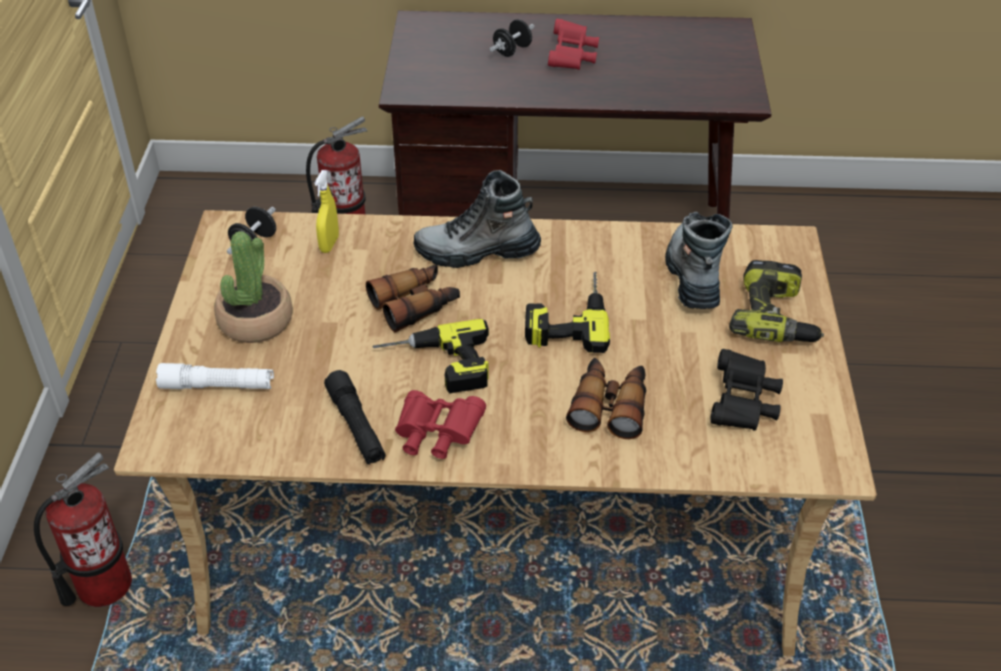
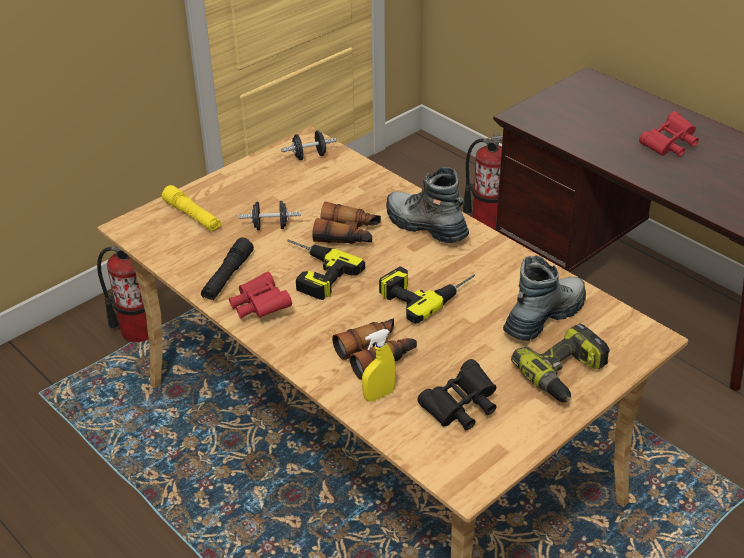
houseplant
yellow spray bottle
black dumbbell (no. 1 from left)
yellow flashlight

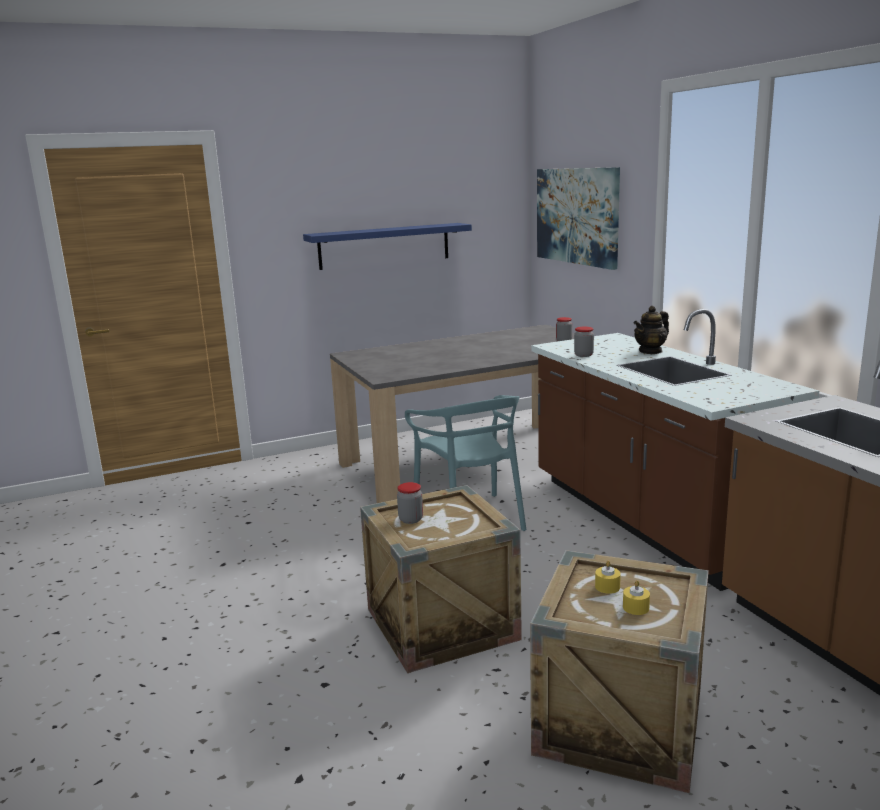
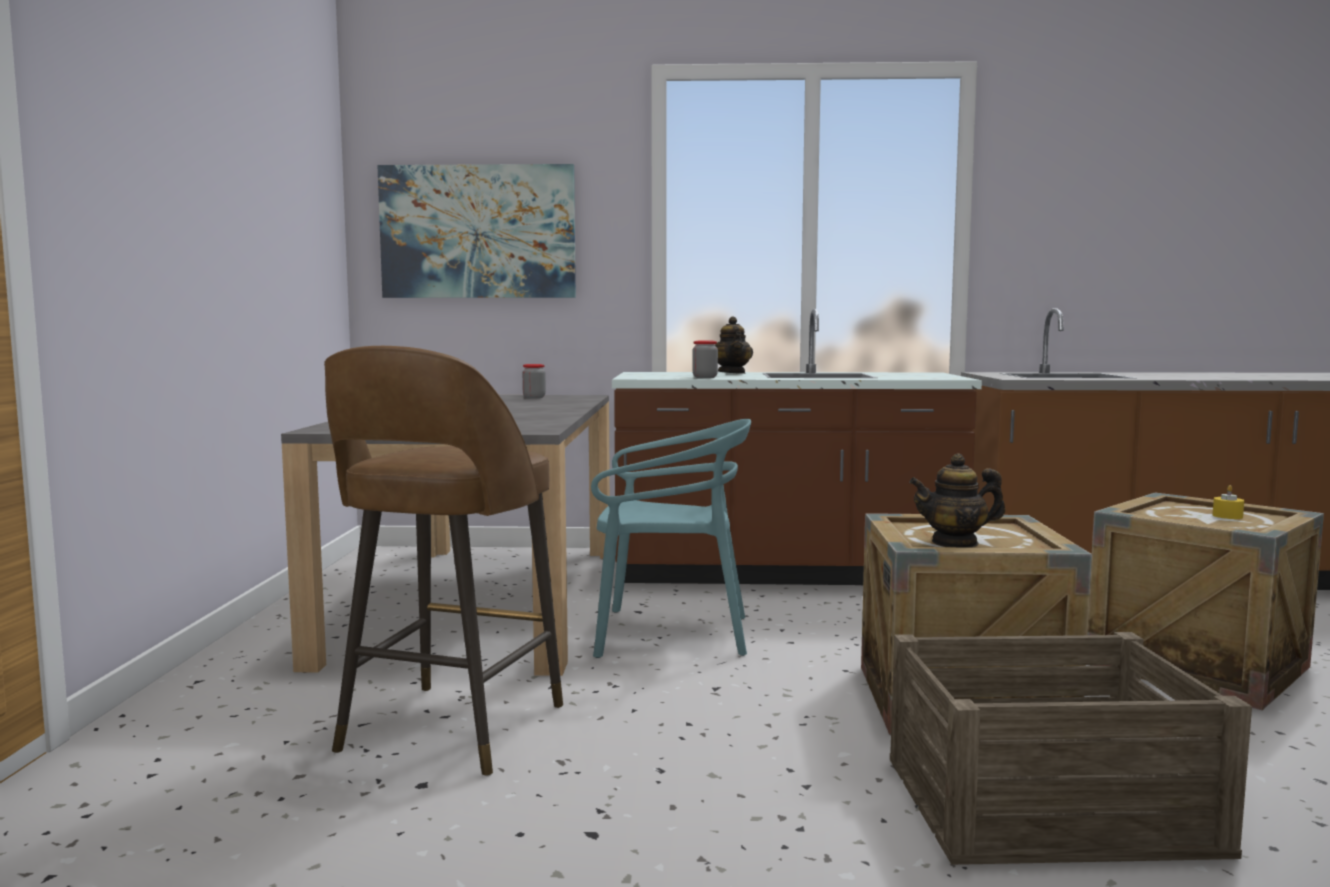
bluish bracket shelf
yellow wax light (no. 1 from left in the first image)
brown-coloured stool
crate (no. 2 from left)
teapot (no. 2 from left)

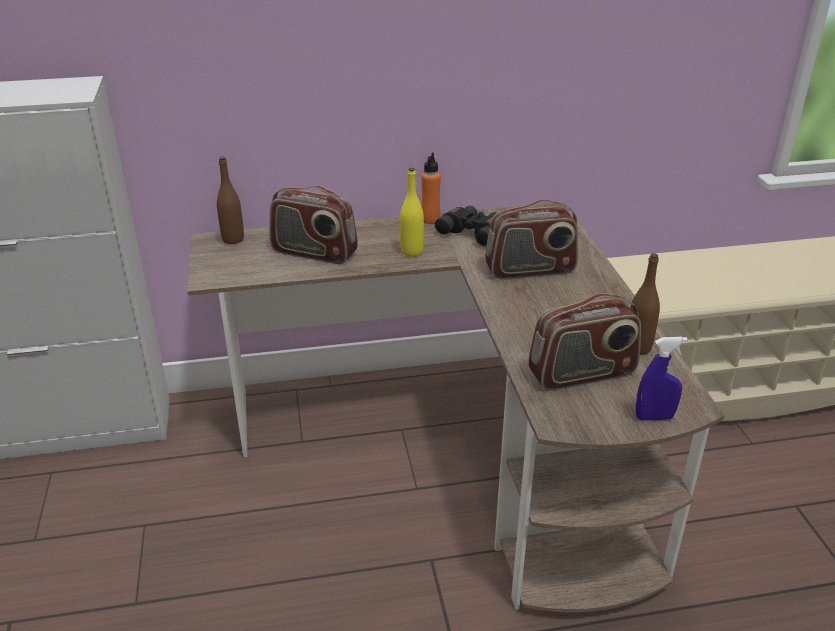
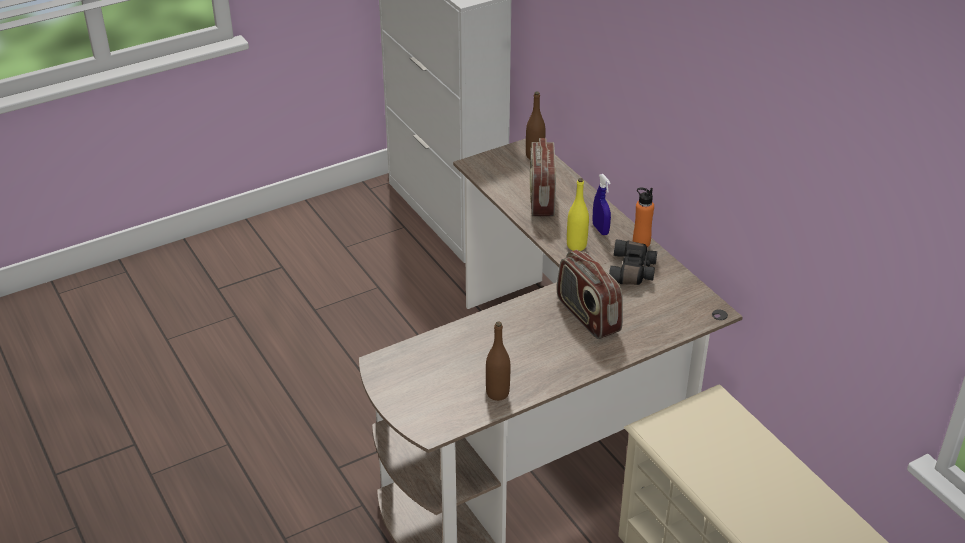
radio set (no. 3 from left in the first image)
bluish spray bottle

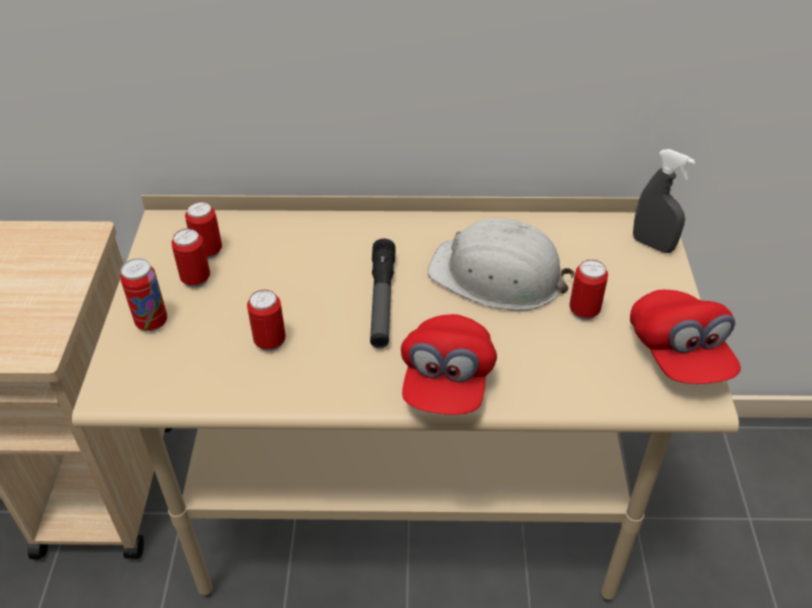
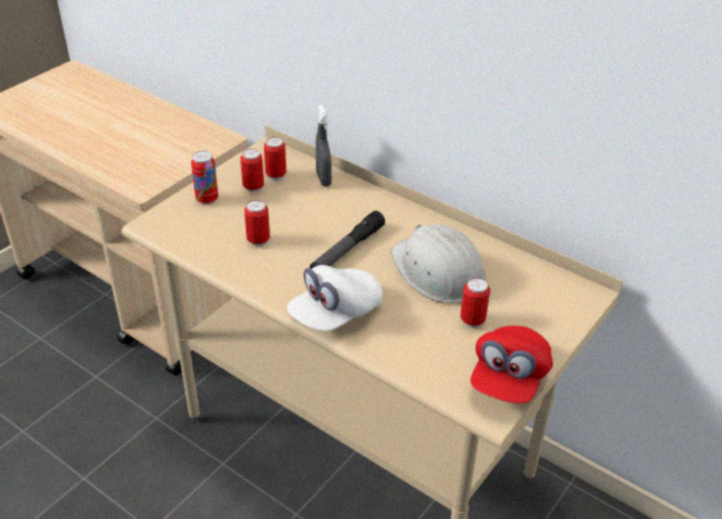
grey spray bottle
white-coloured baseball cap

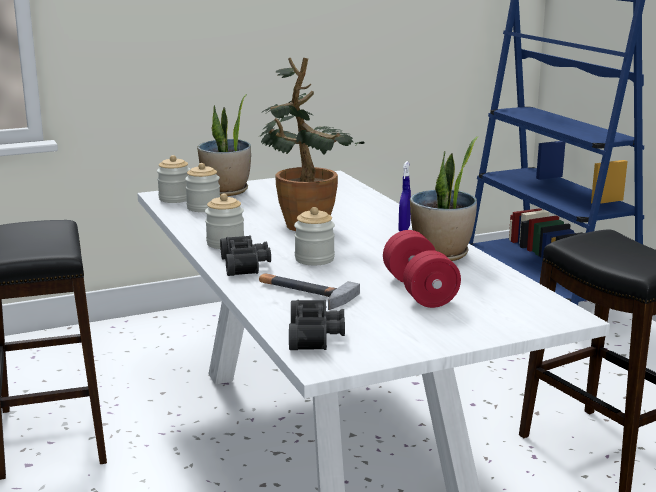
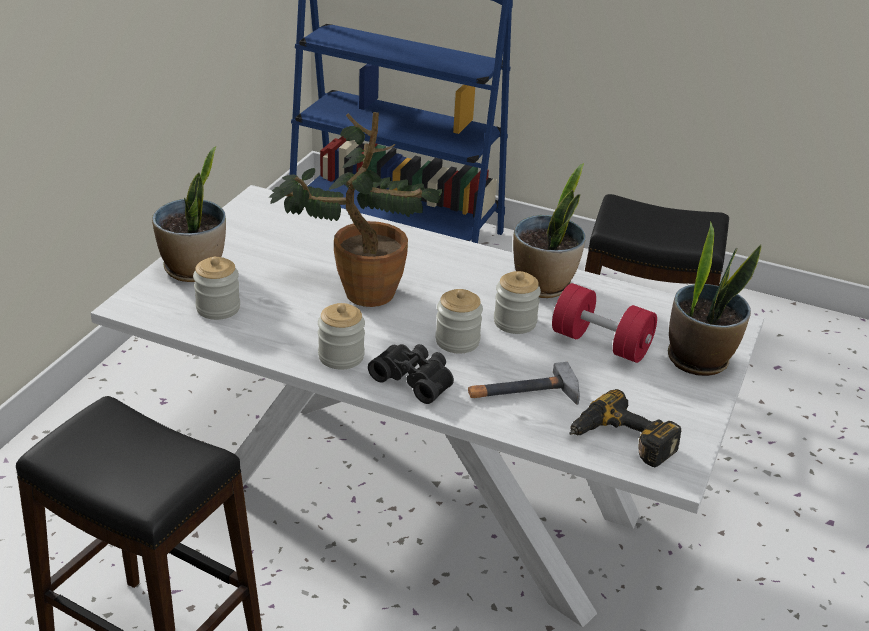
bluish spray bottle
houseplant (no. 4 from left)
jar (no. 4 from left)
power drill

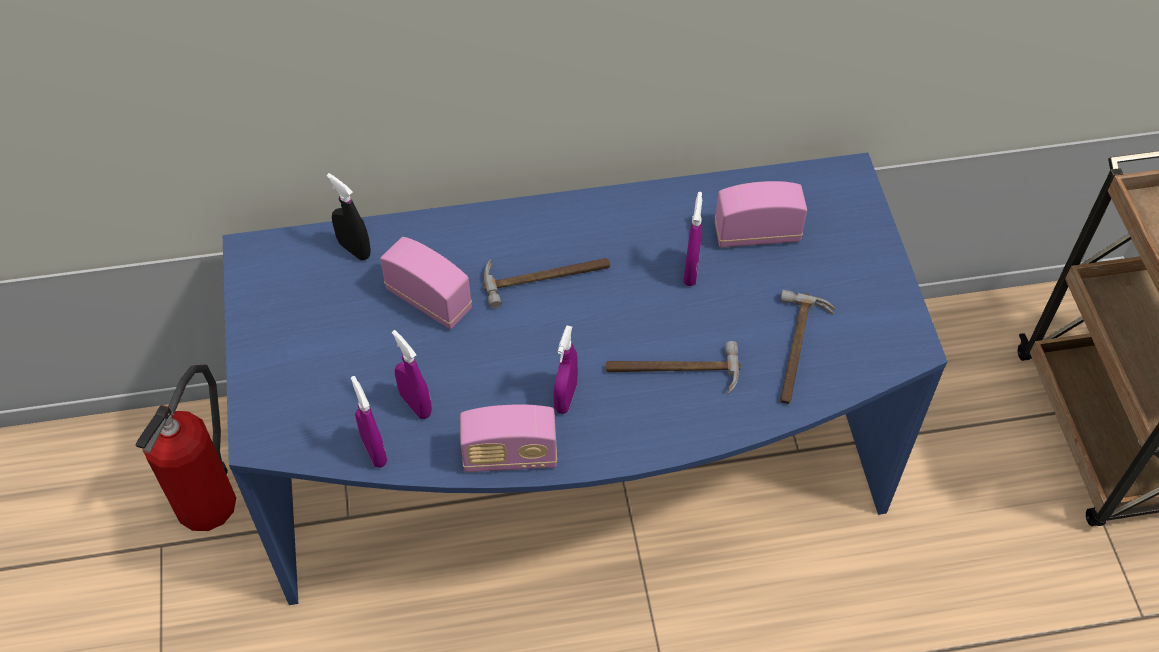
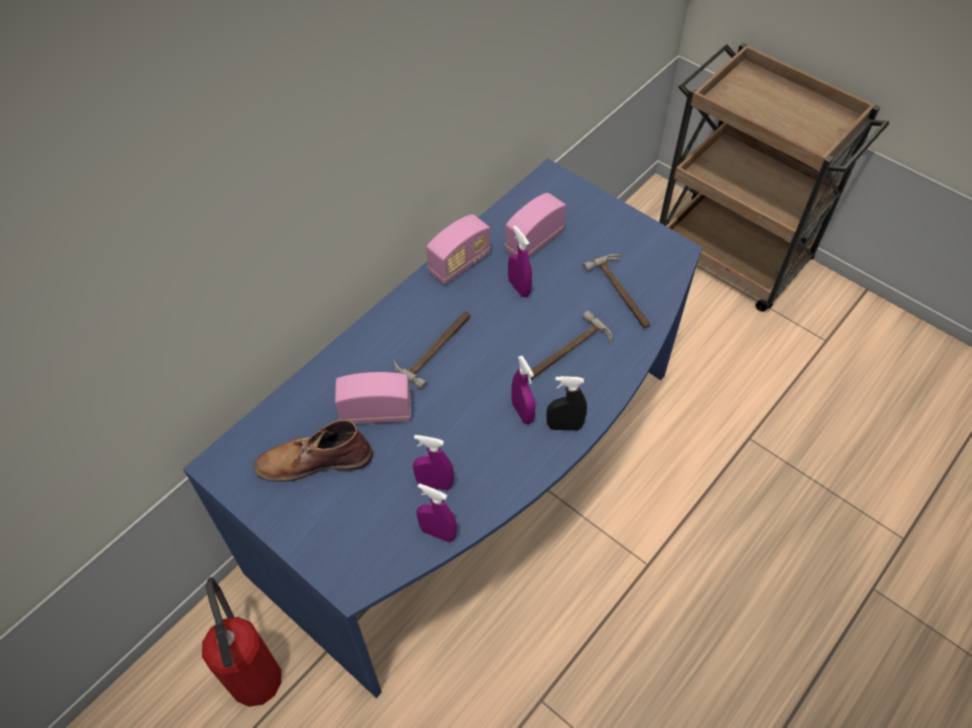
brown-coloured boot
black spray bottle
radio set (no. 2 from left)

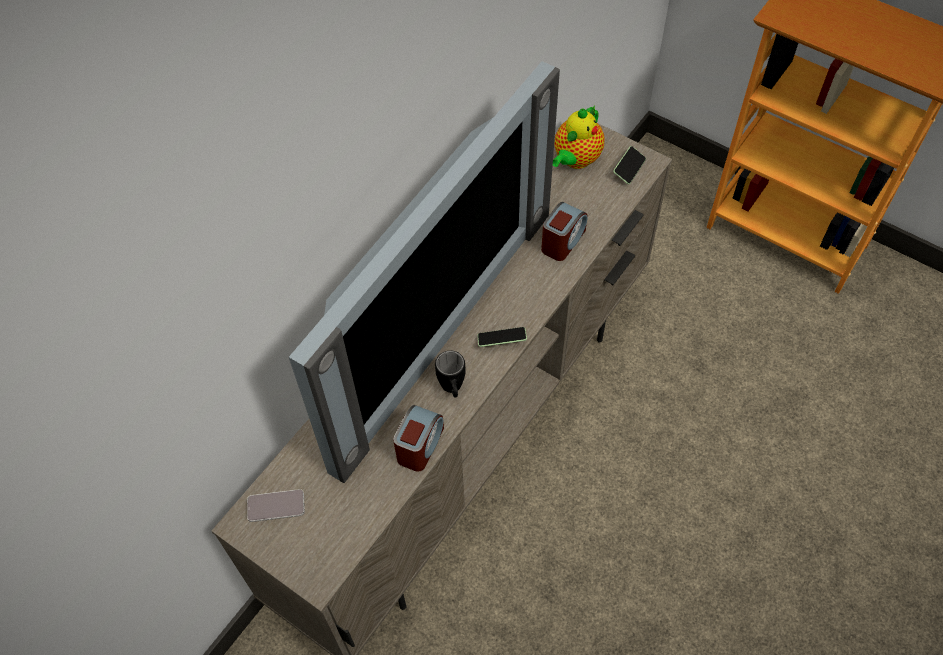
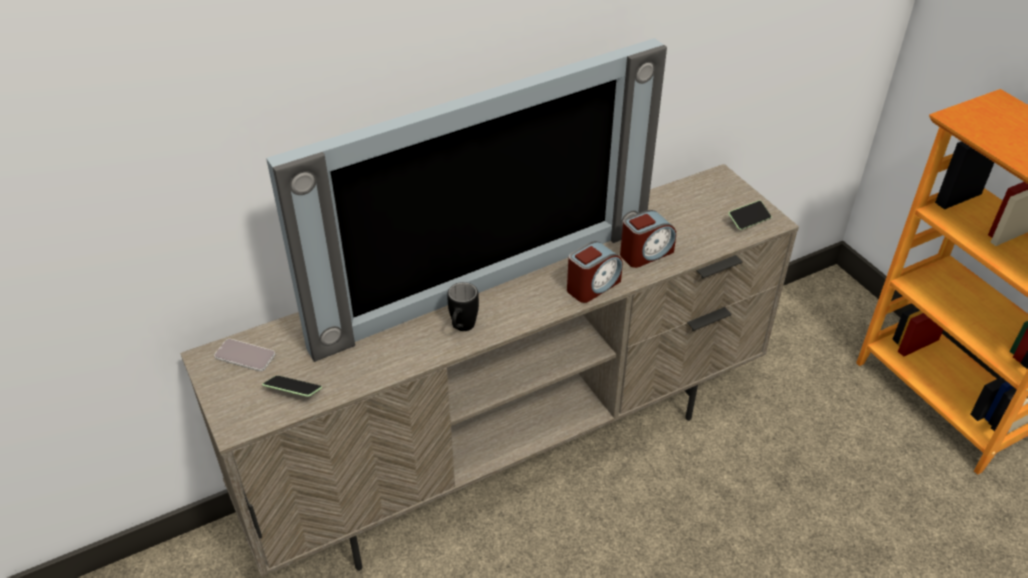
teapot
table clock (no. 1 from left)
telephone (no. 2 from left)

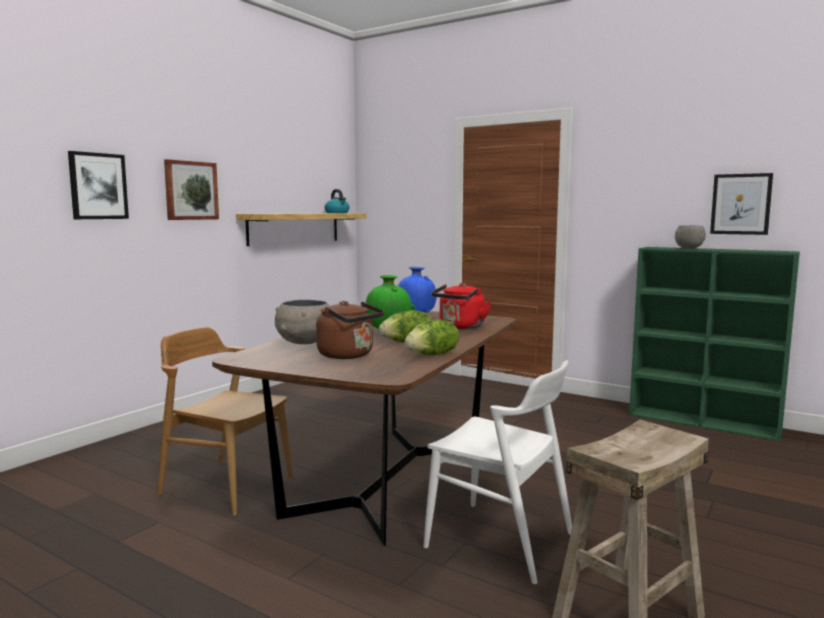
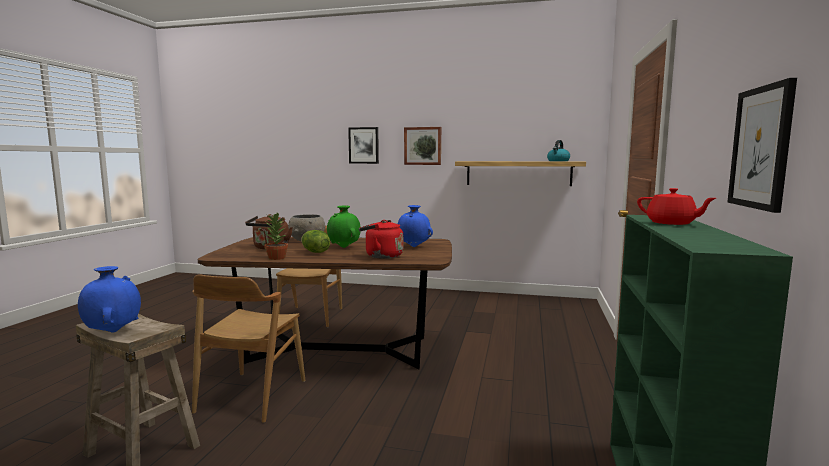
bluish flower vase (no. 1 from left)
houseplant
reddish teapot
brown-coloured upright chair (no. 1 from left)

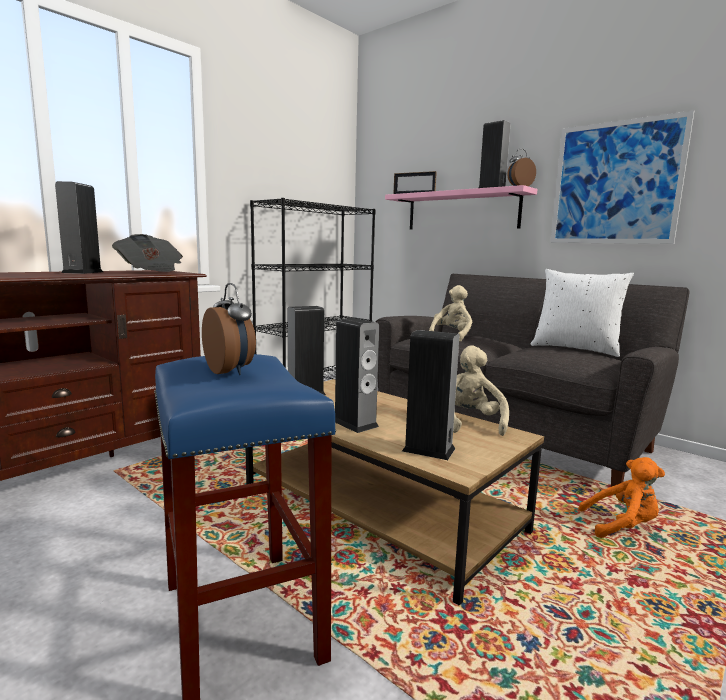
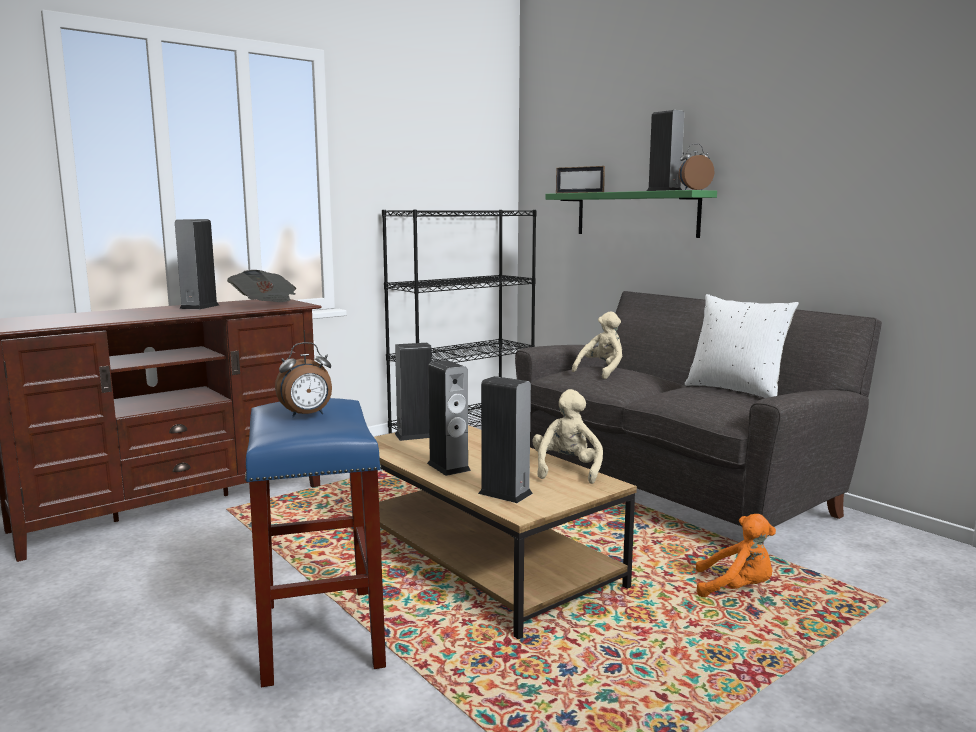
wall art
green-coloured bracket shelf
table clock (no. 1 from left)

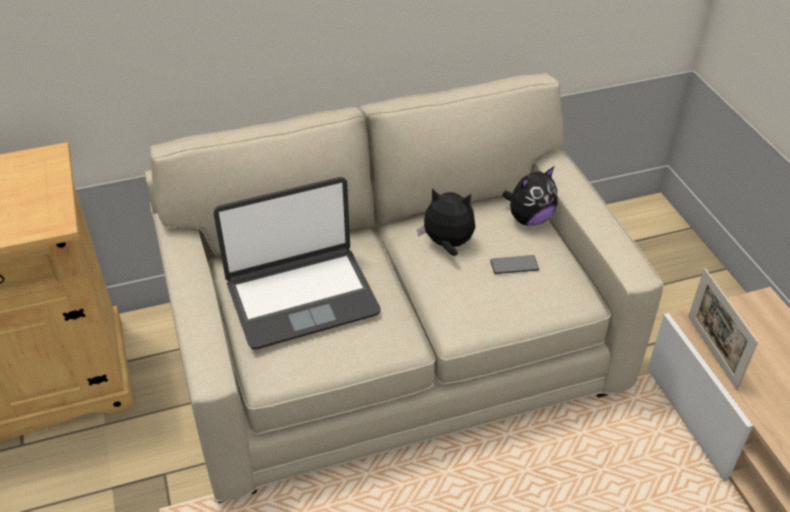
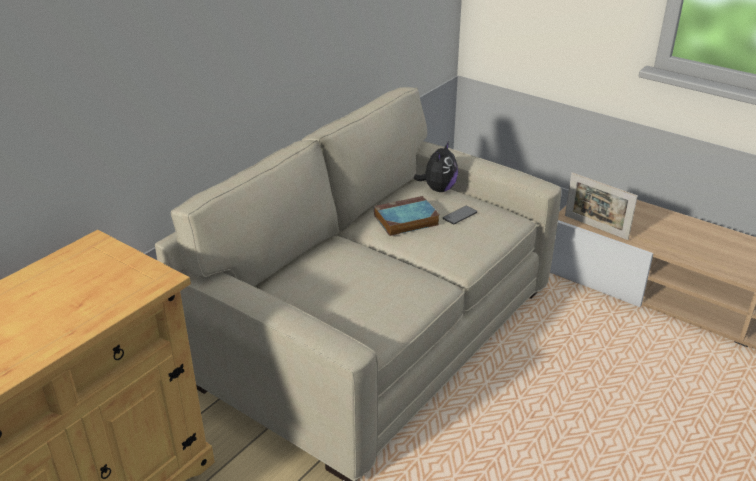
notebook computer
volume

